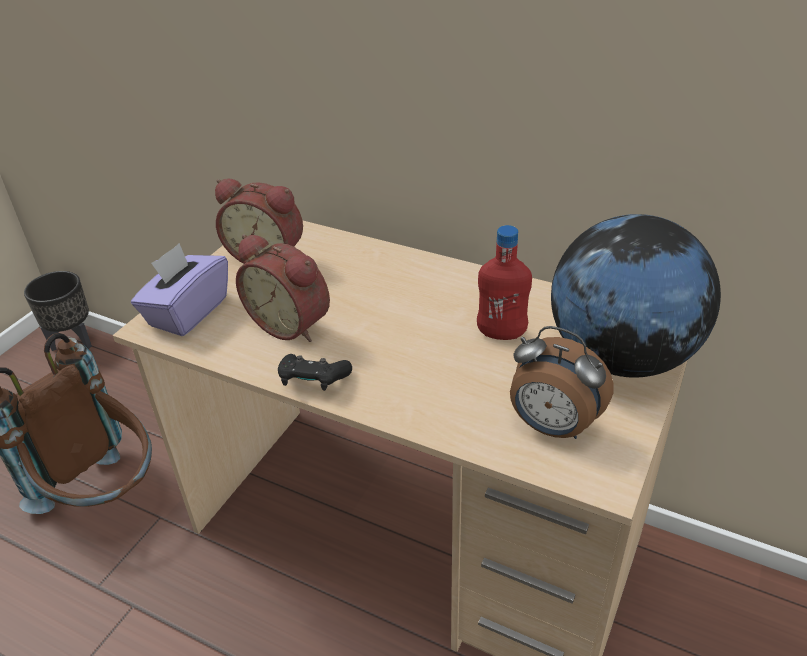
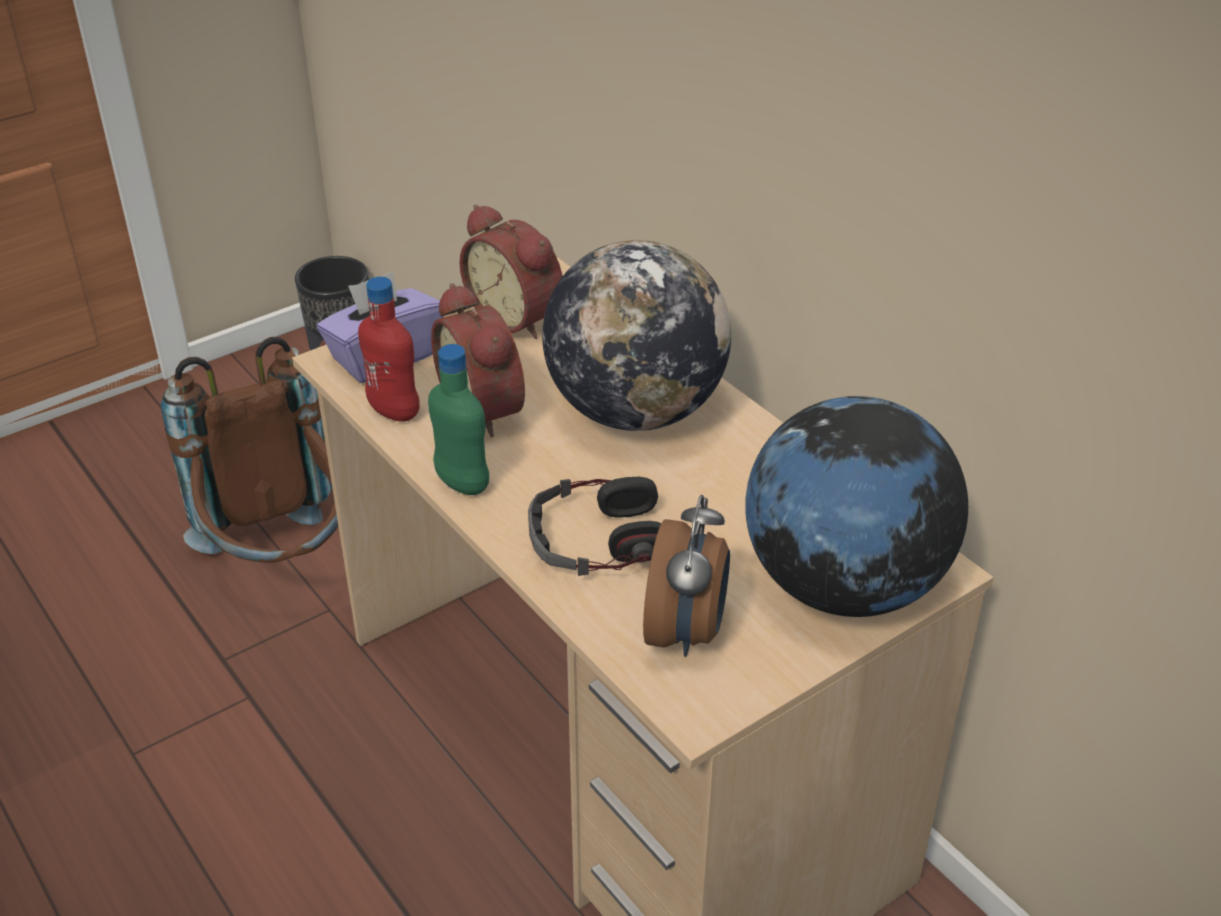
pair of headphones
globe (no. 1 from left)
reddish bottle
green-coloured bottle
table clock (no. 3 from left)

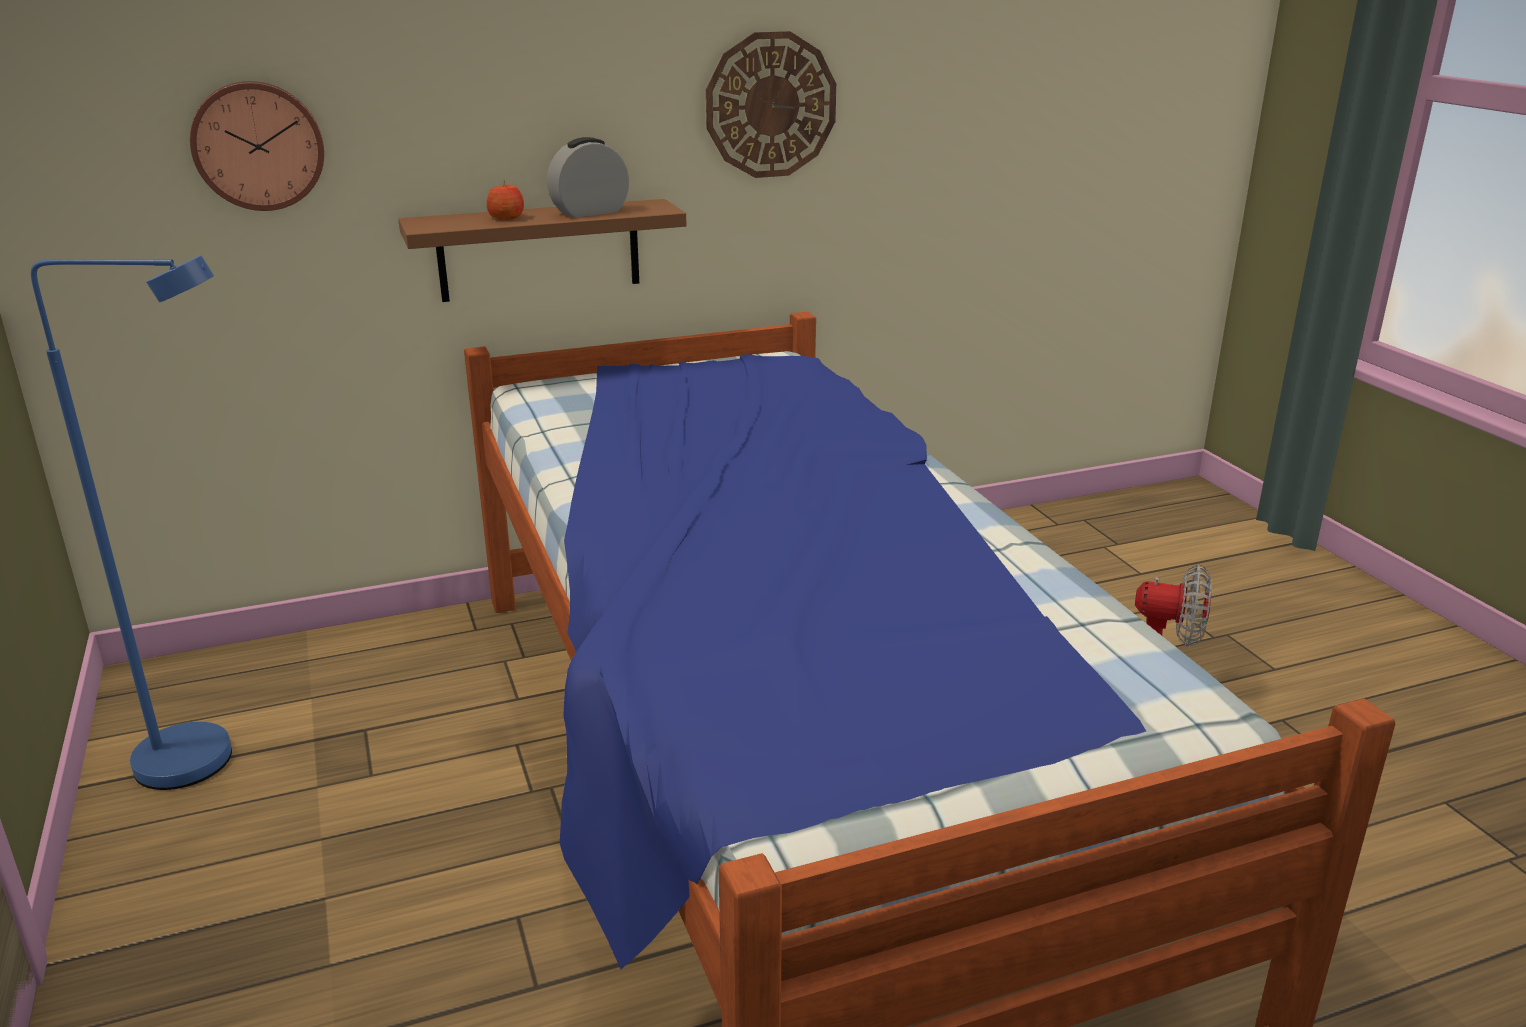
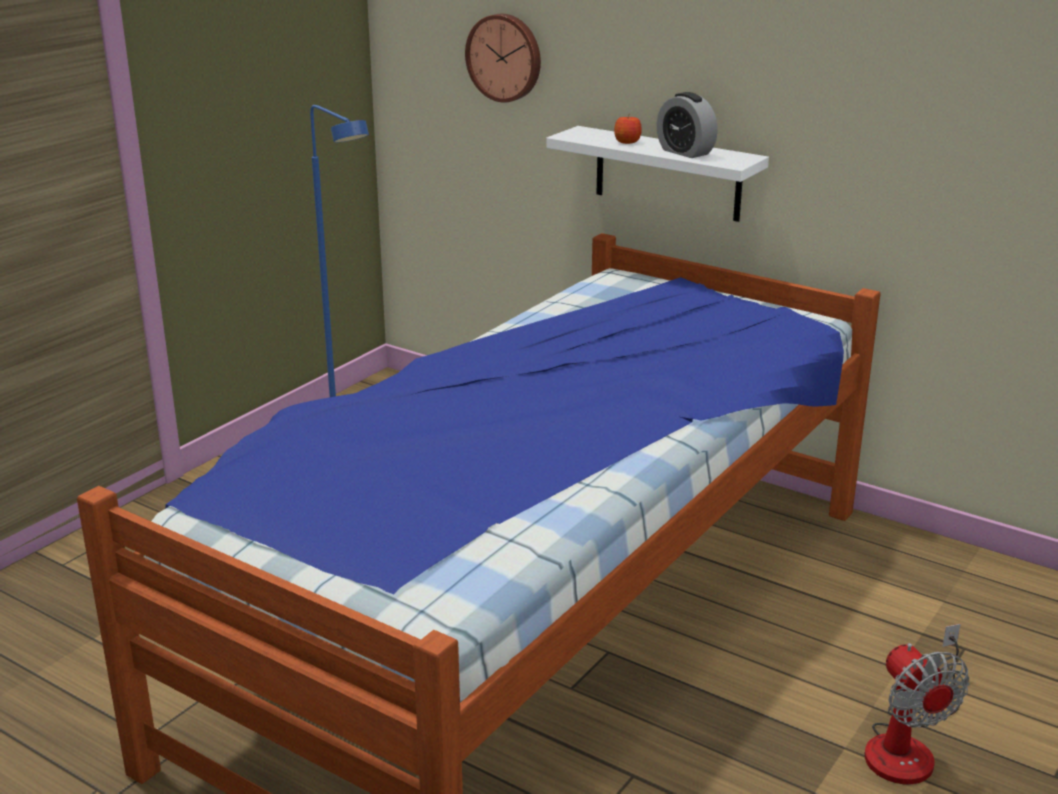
wall clock (no. 2 from left in the first image)
white-coloured bracket shelf
table clock

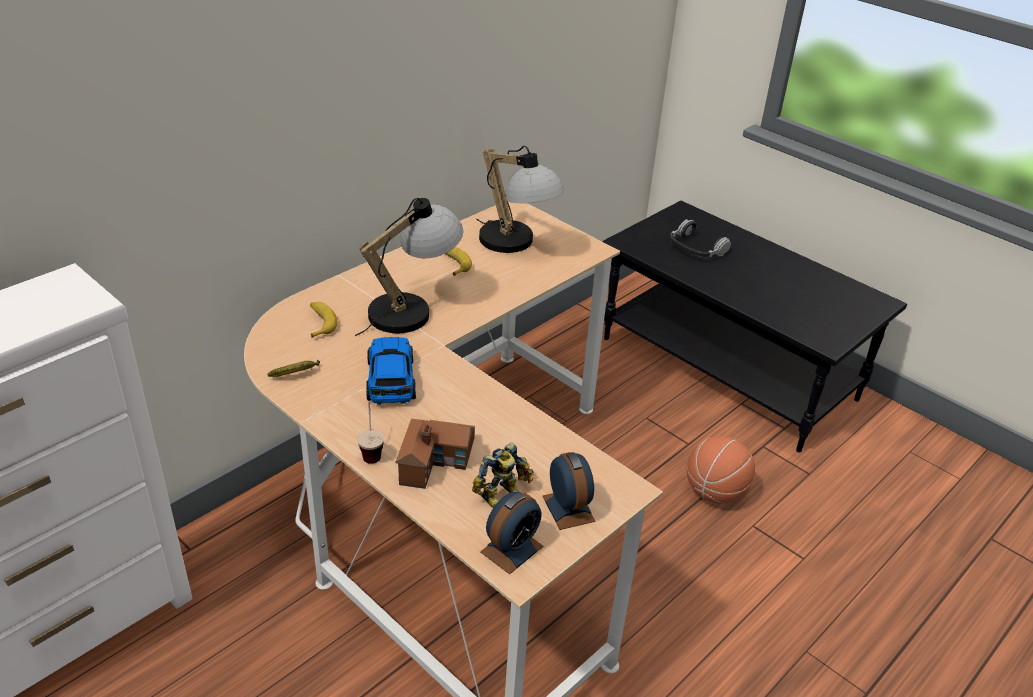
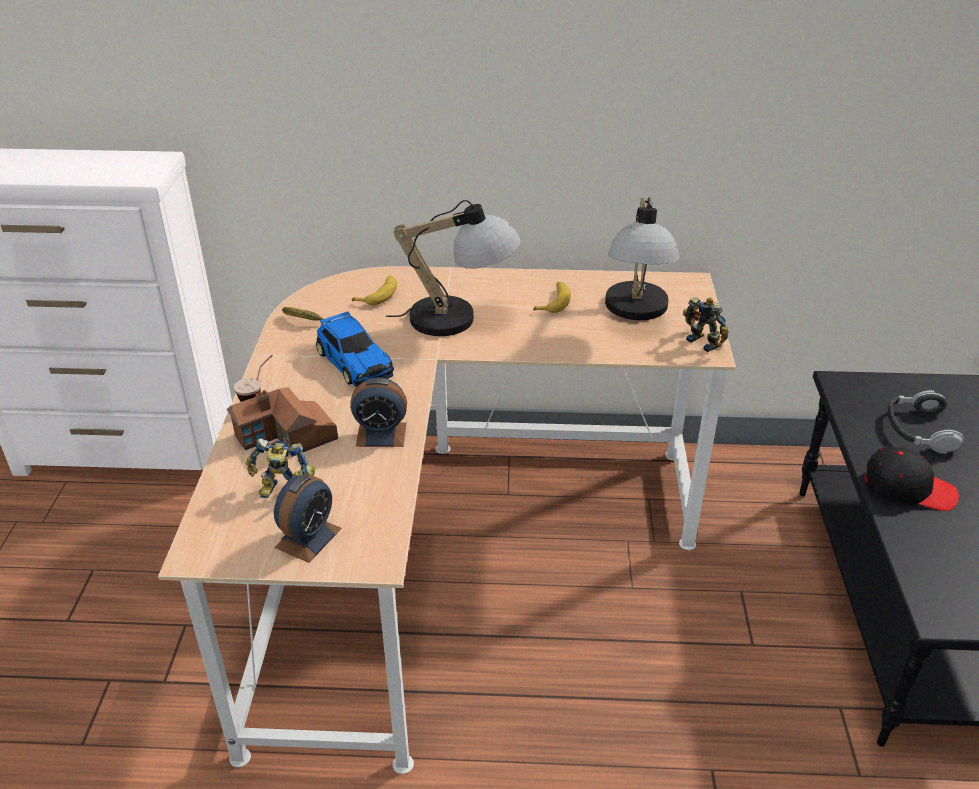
ball for basketball
toy robot (no. 2 from left)
black baseball cap
table clock (no. 2 from left)
miniature car

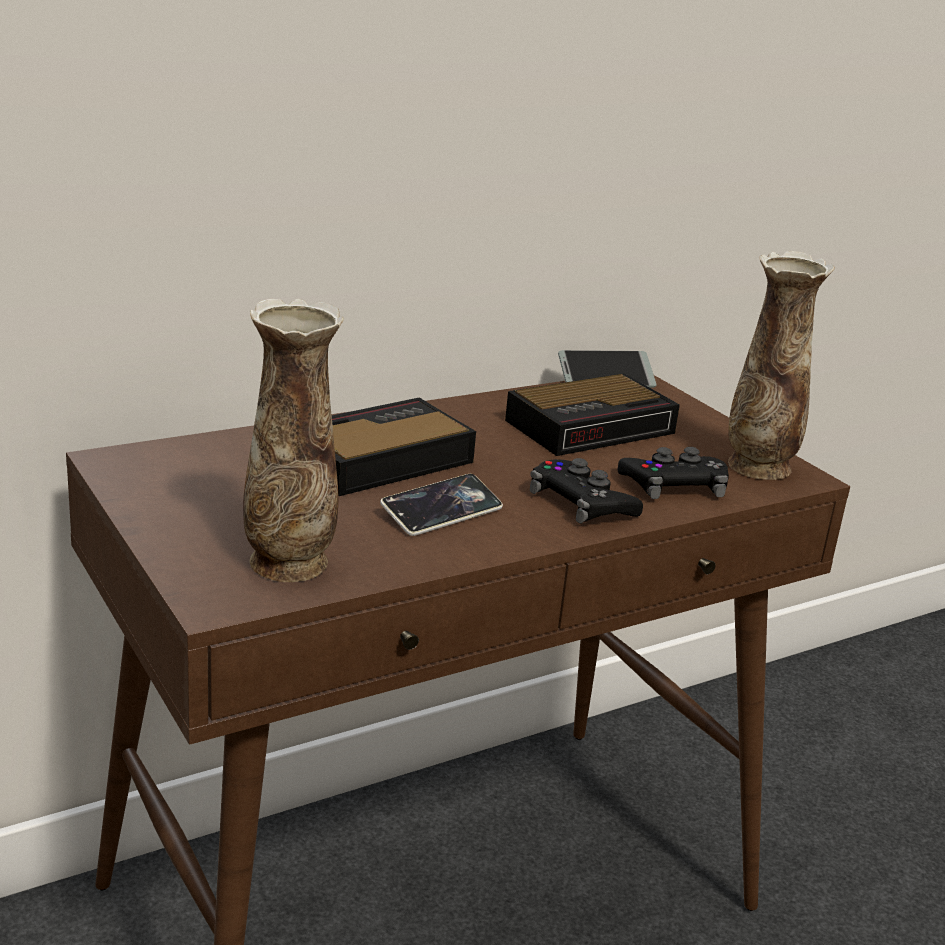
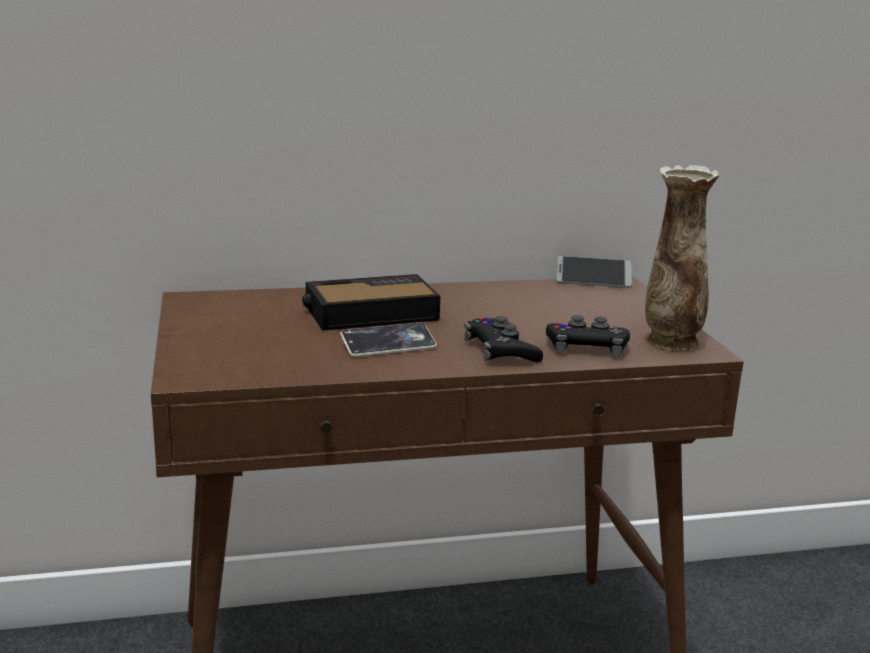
flower vase (no. 1 from left in the first image)
table clock (no. 2 from left in the first image)

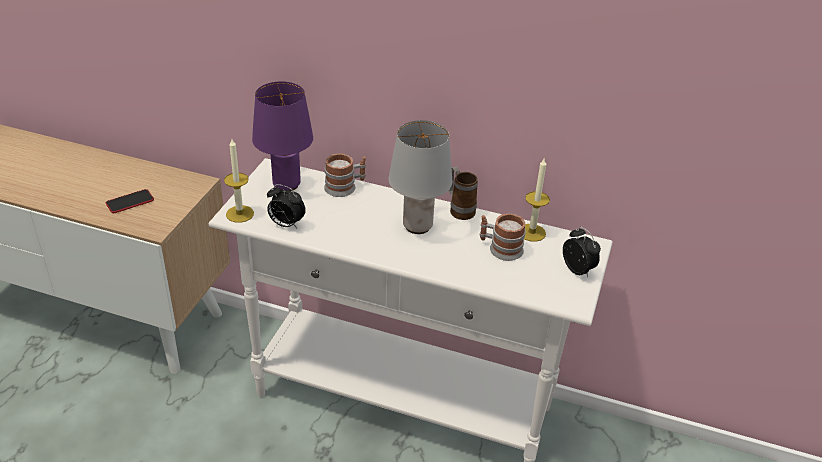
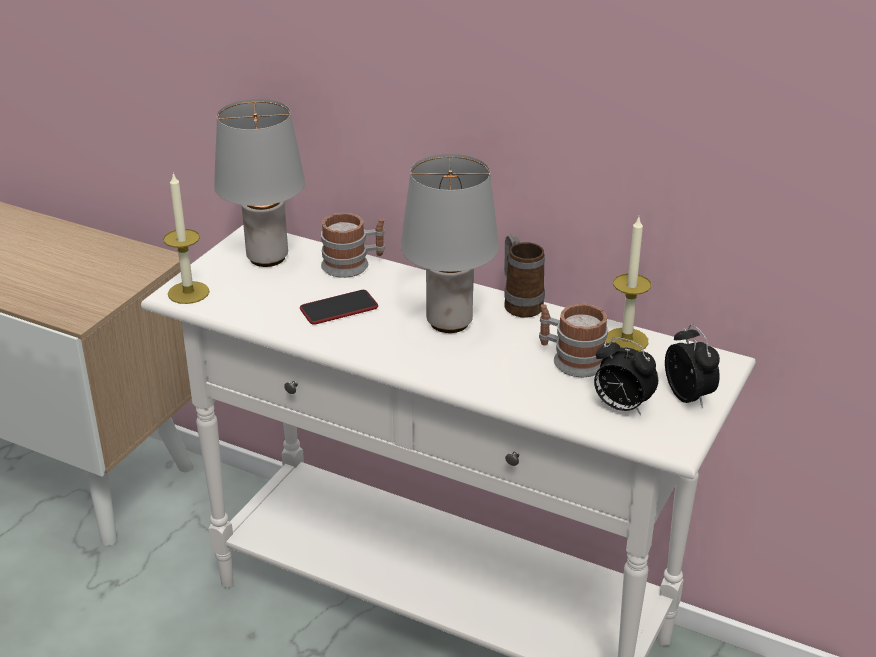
telephone
table clock (no. 1 from left)
grey lamp for a table (no. 1 from left)

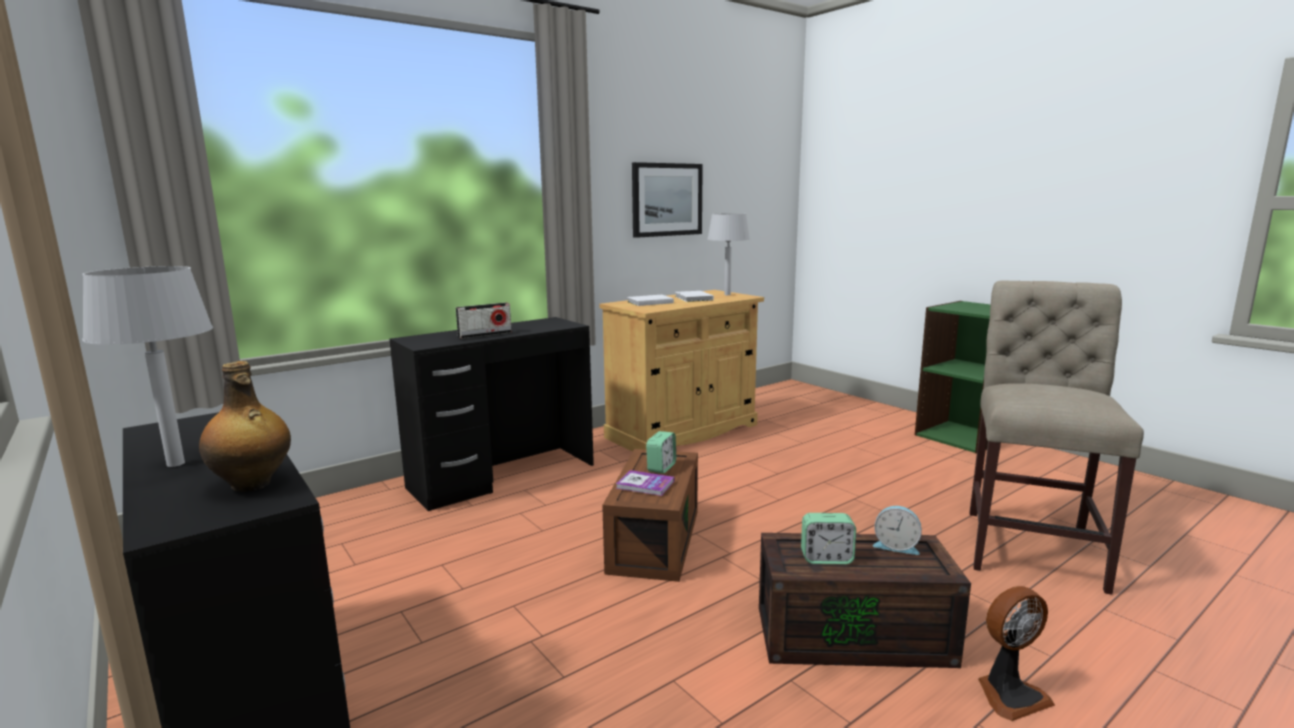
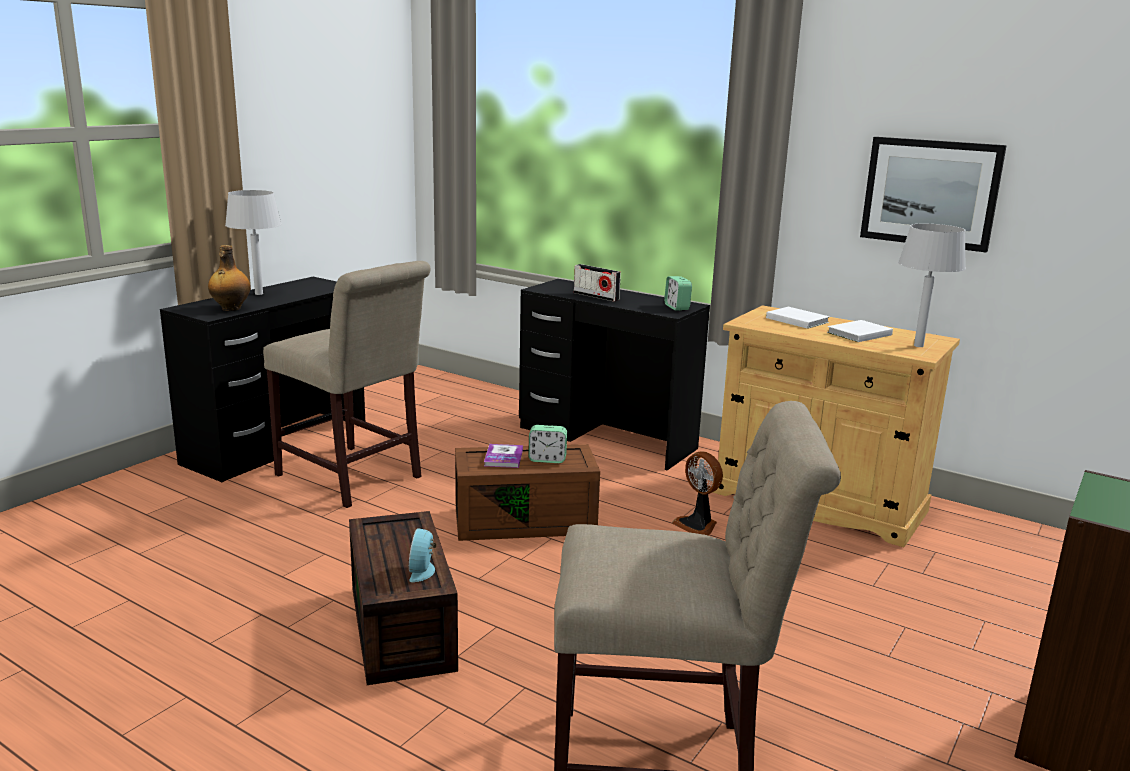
sand-coloured upright chair (no. 1 from left)
table clock (no. 3 from left)
cooling fan

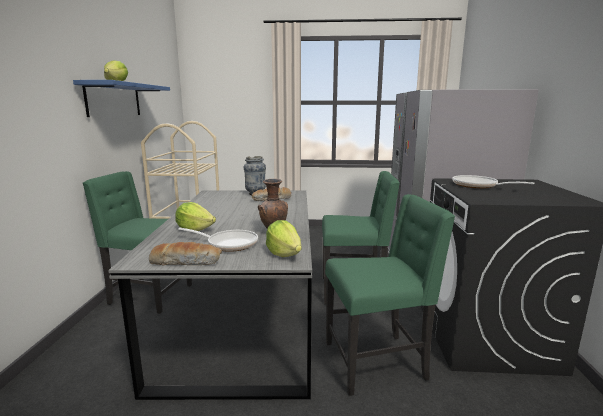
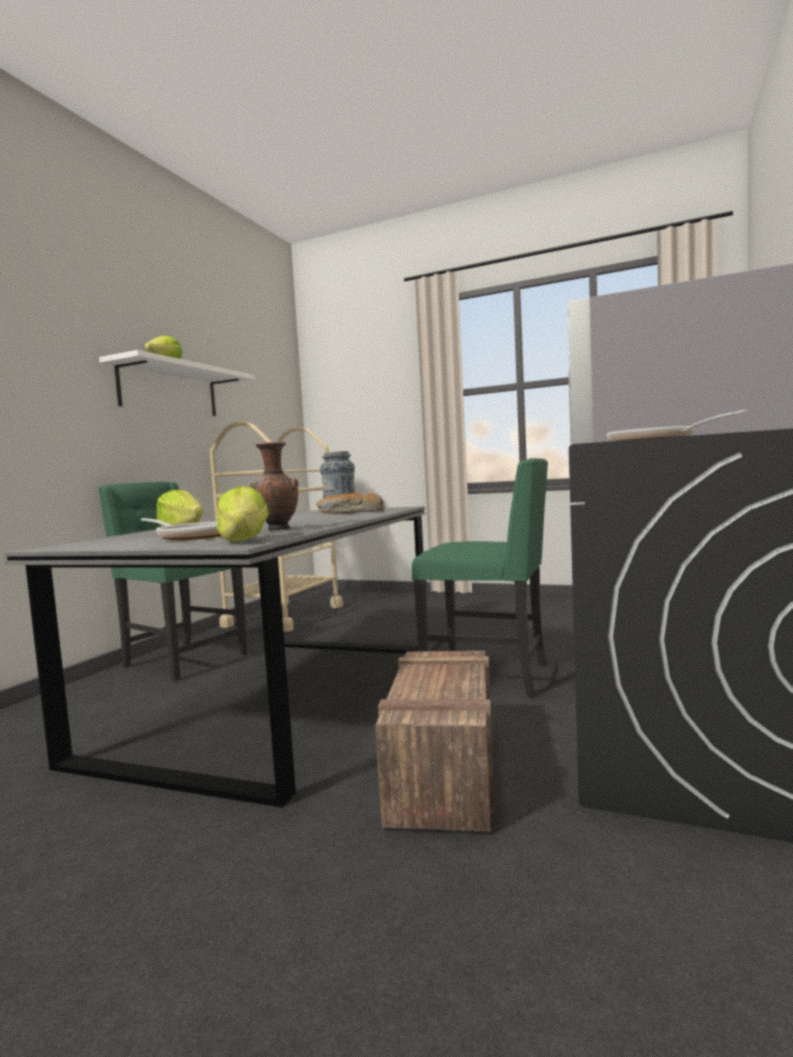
bread (no. 1 from left in the first image)
crate
white-coloured bracket shelf

